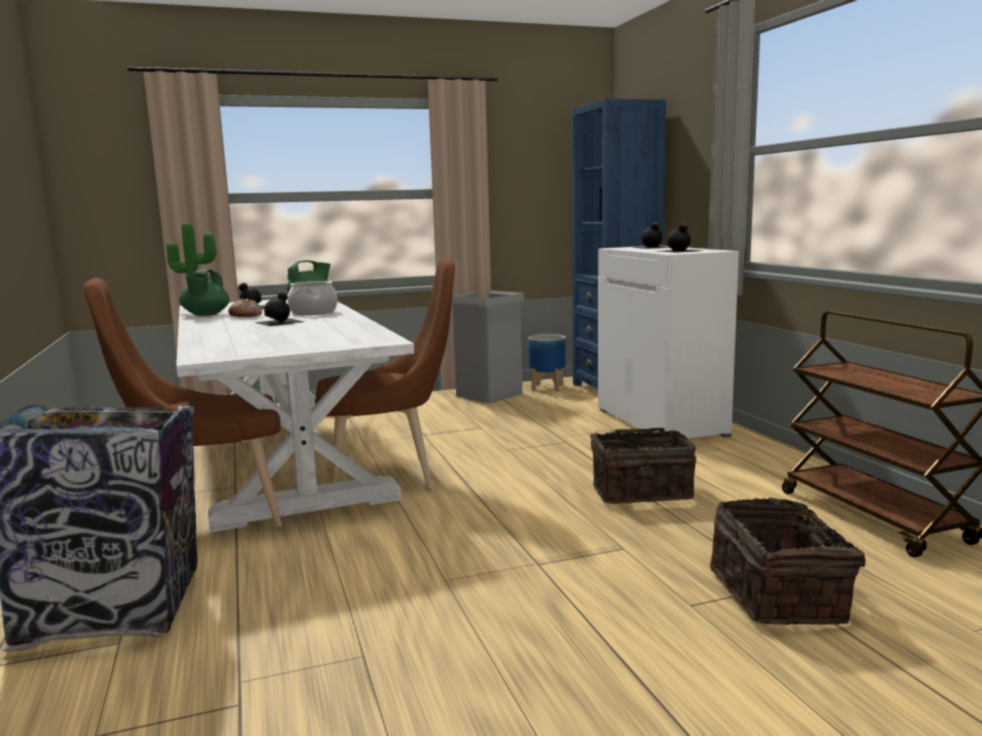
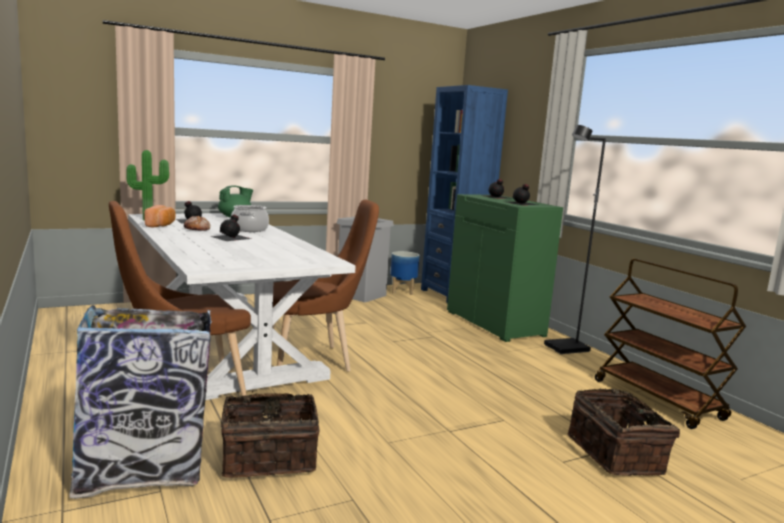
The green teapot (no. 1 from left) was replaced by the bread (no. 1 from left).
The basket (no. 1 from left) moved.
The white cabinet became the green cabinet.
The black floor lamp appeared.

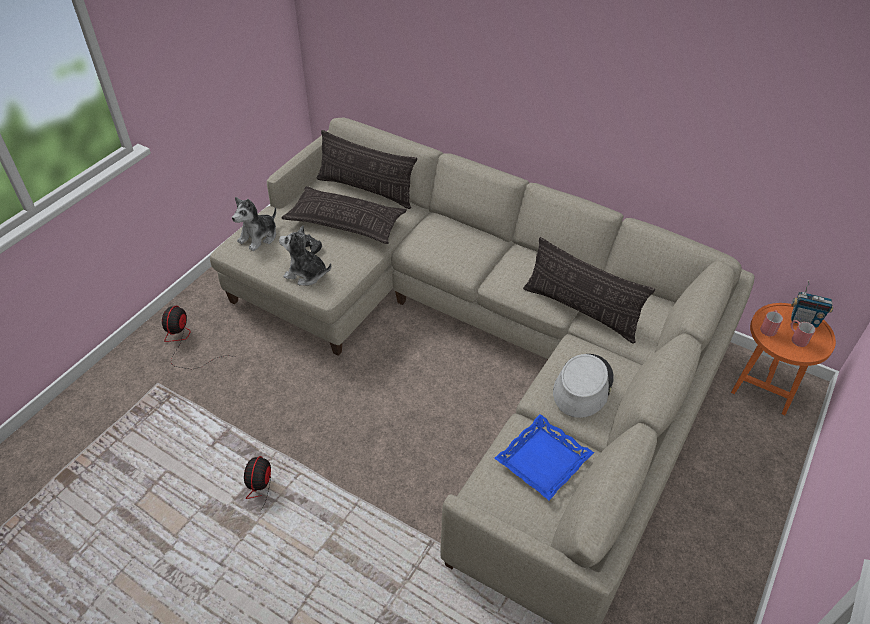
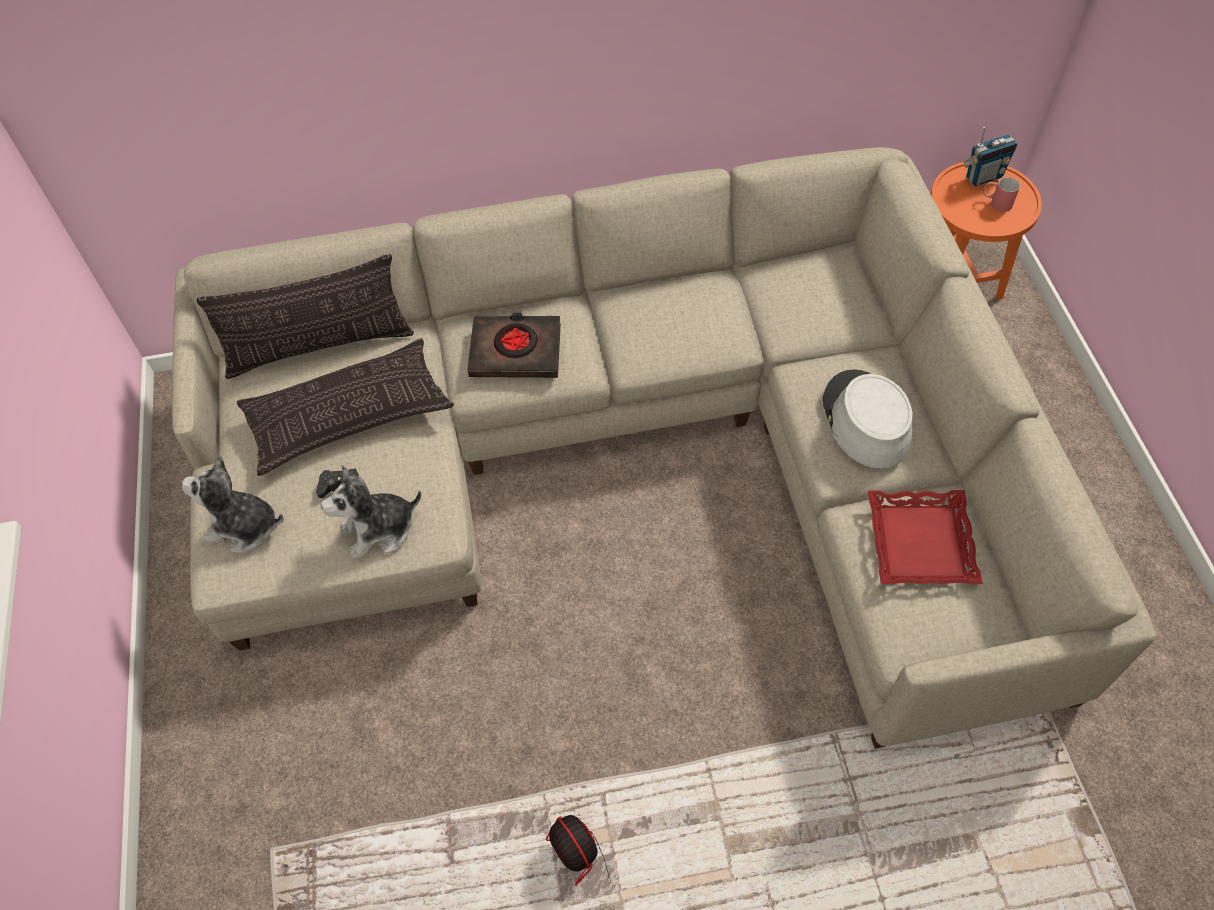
The fan (no. 1 from left) disappeared.
The plush toy (no. 1 from left) turned 105 degrees clockwise.
The blue tray became the red tray.
The pillow (no. 3 from left) disappeared.
The red mug (no. 1 from left) disappeared.
The black book appeared.

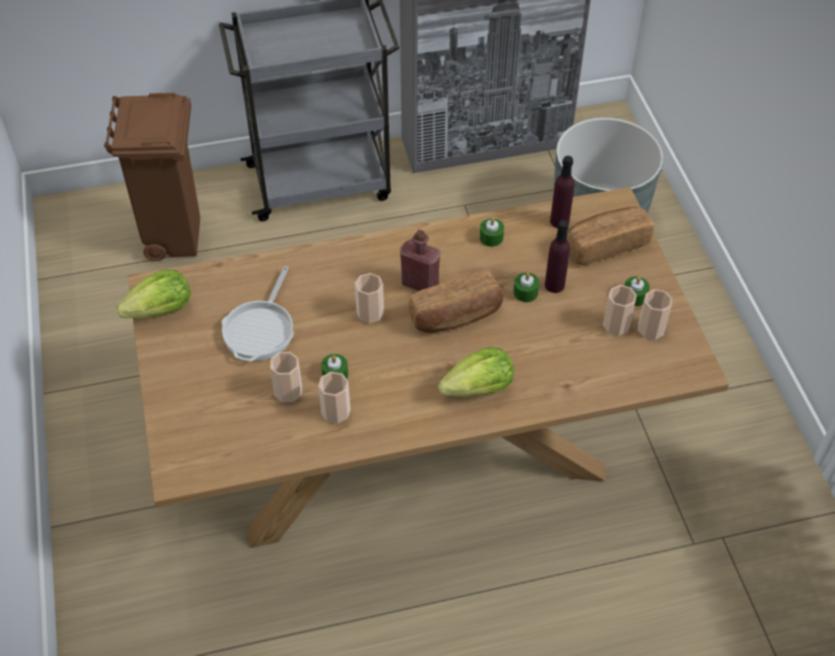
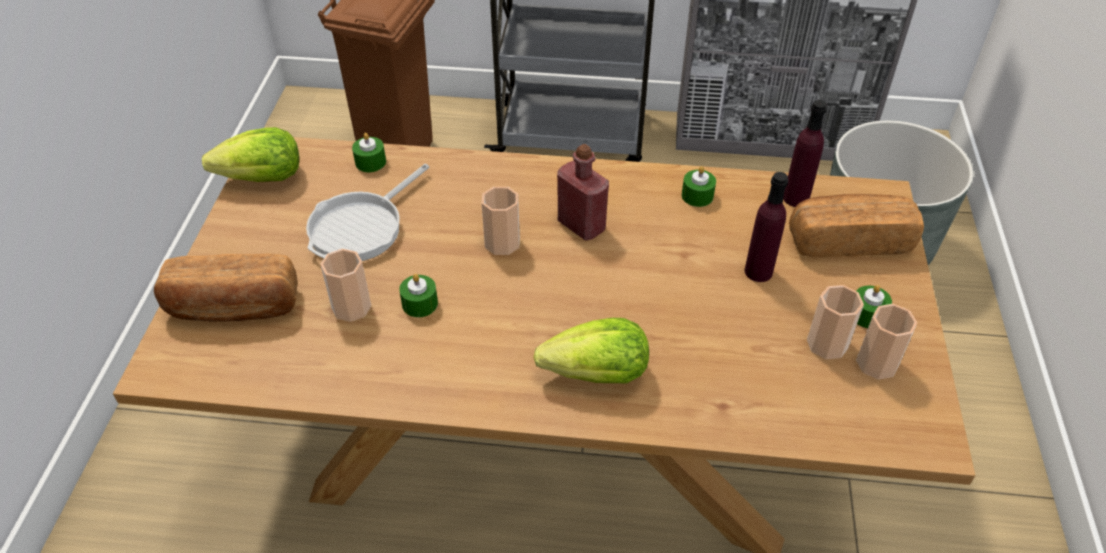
The cup (no. 2 from left) disappeared.
The bread (no. 1 from left) moved.
The green candle (no. 3 from left in the first image) moved.

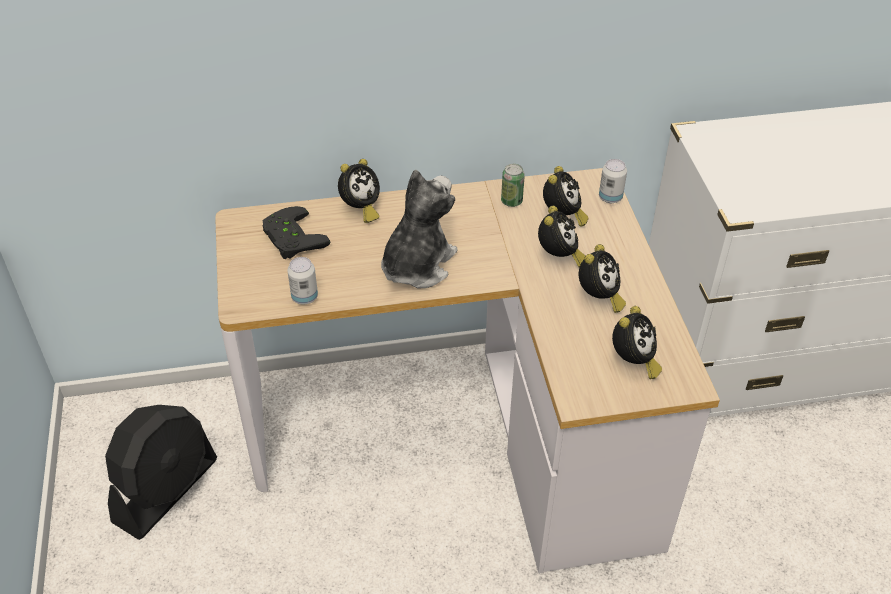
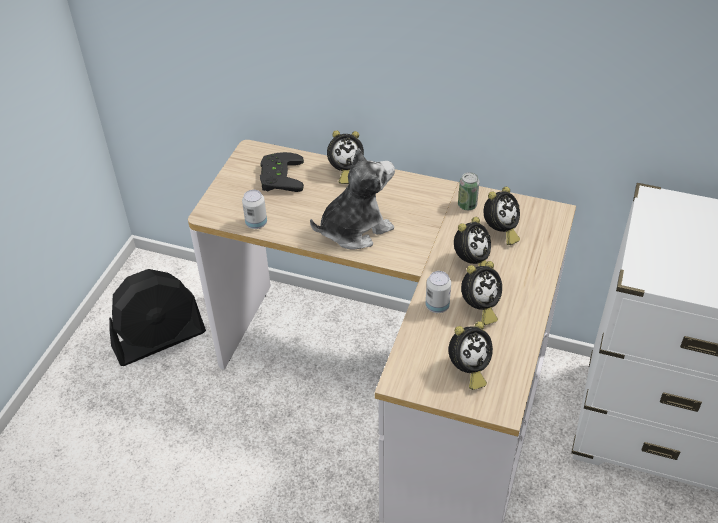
The can (no. 3 from left in the first image) moved.

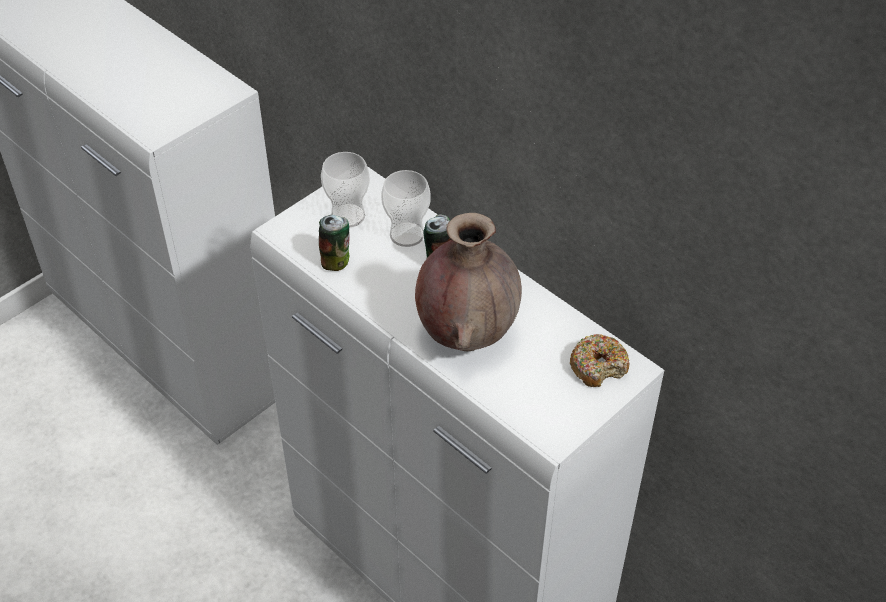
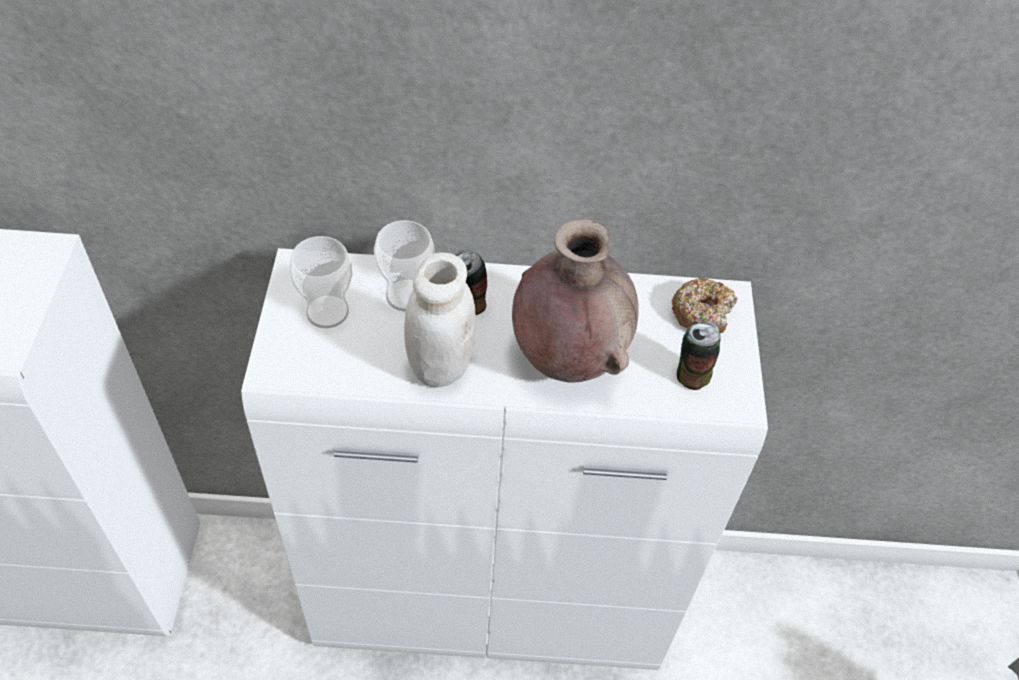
The can (no. 1 from left in the first image) moved.
The white jar appeared.

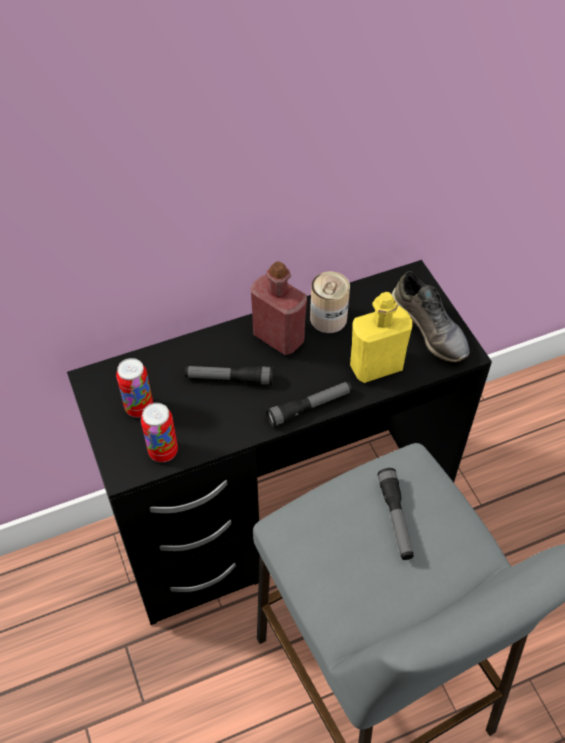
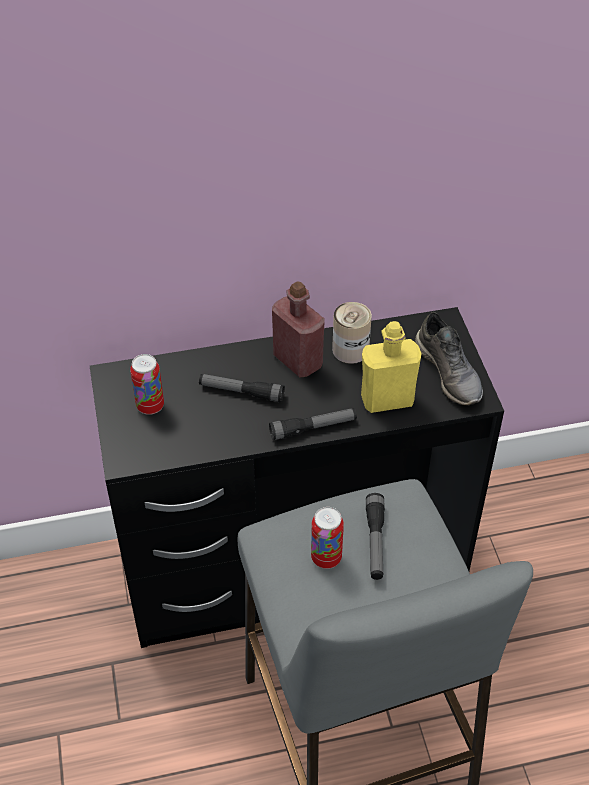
The can (no. 2 from left) moved.

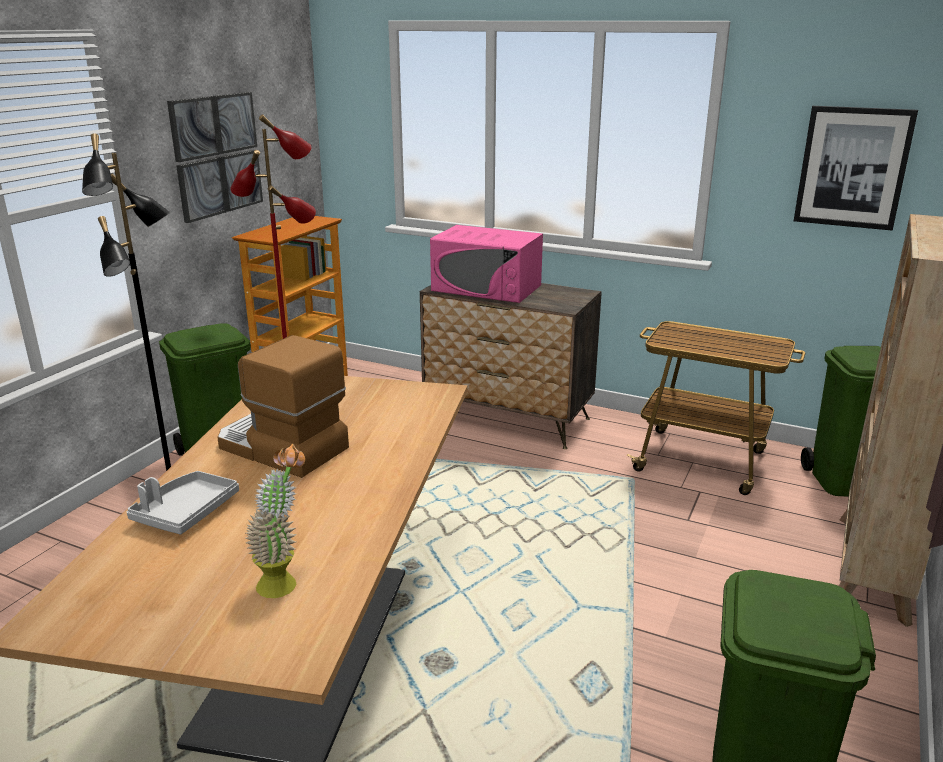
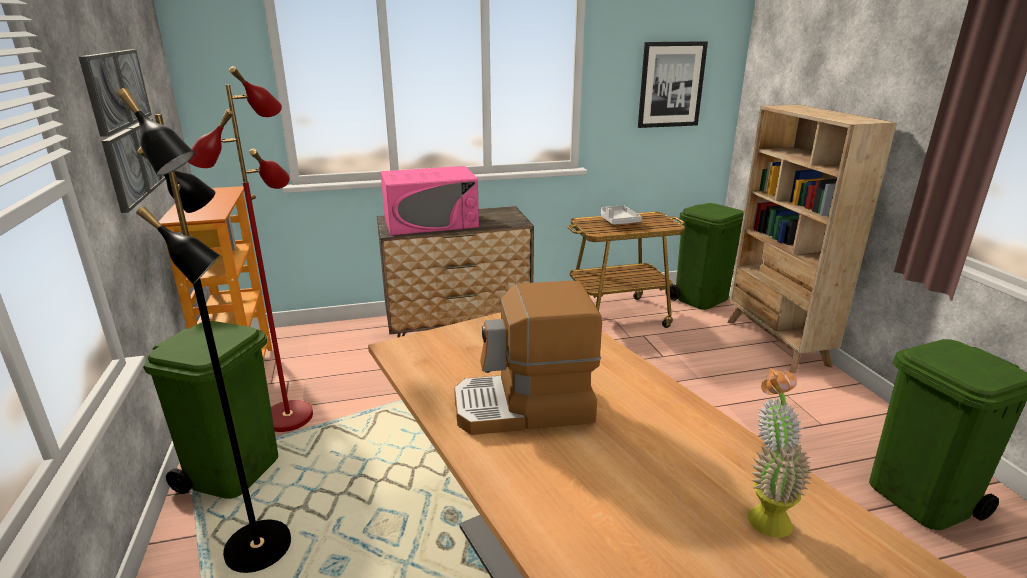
The grey tray moved.

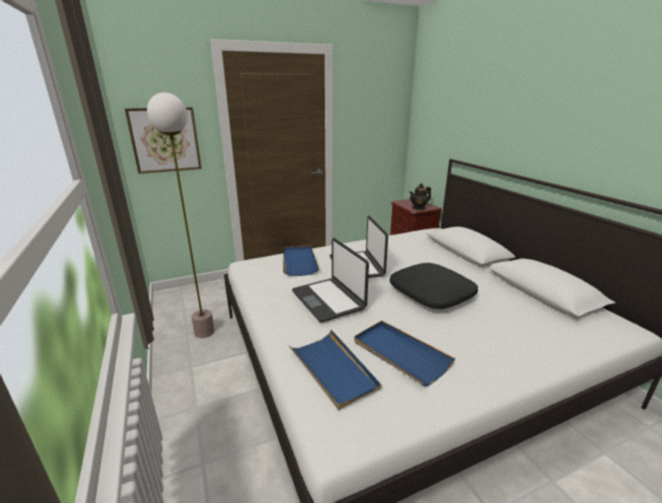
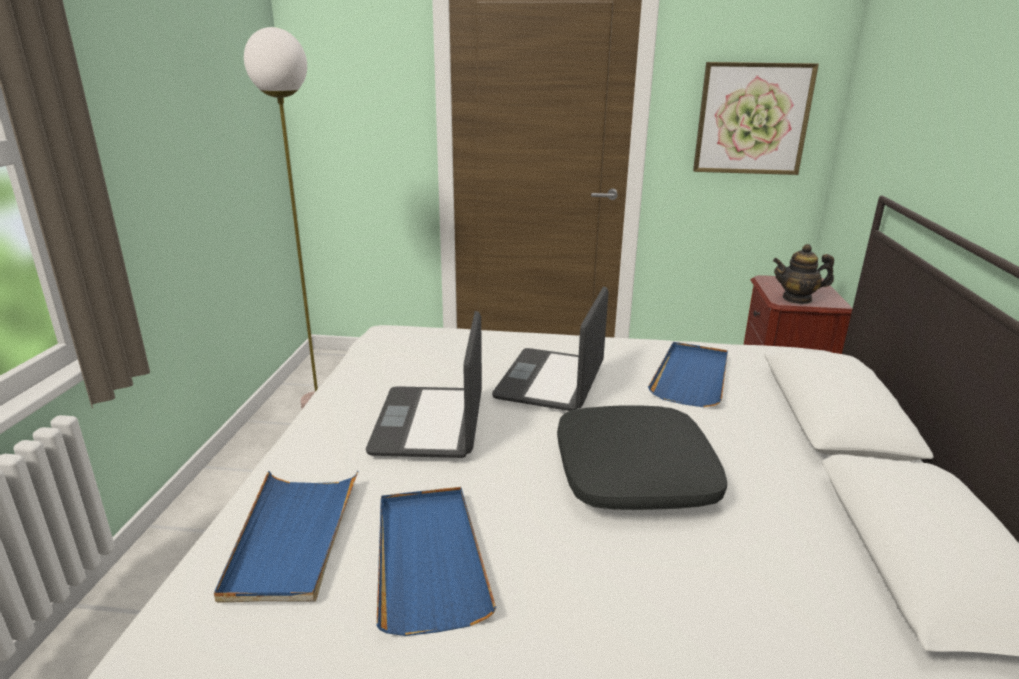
The picture moved.
The blue tray (no. 1 from left in the first image) moved.

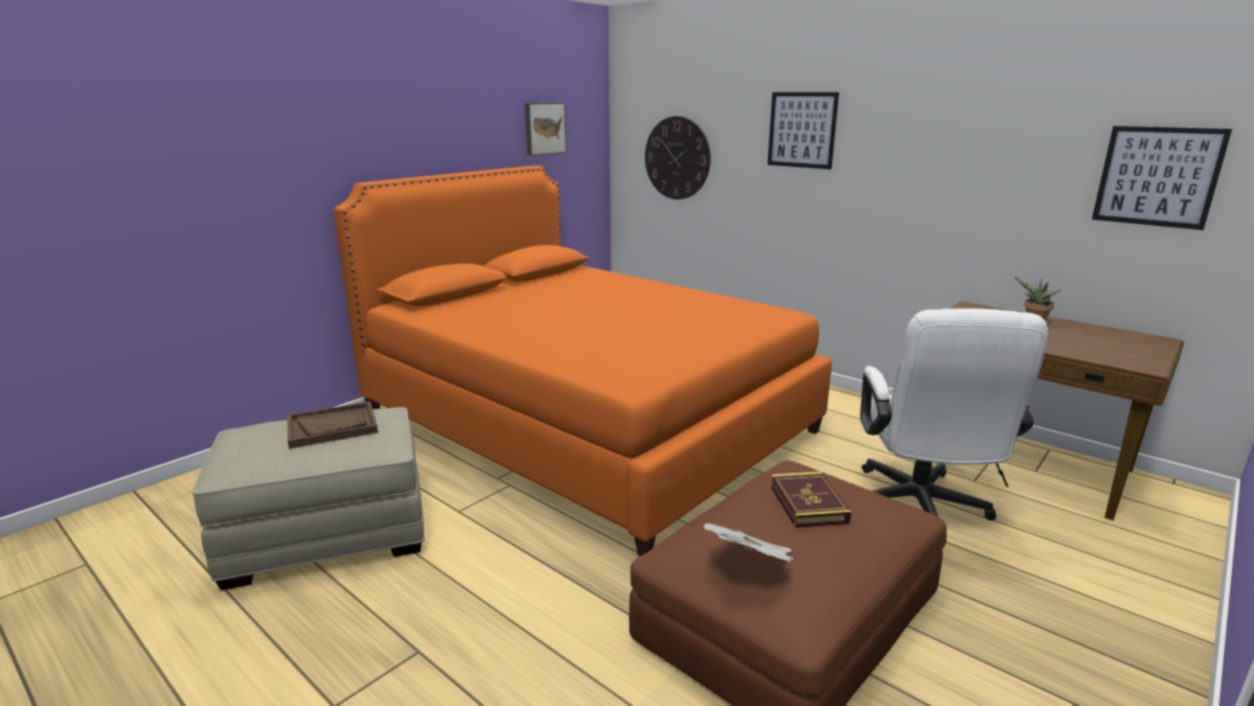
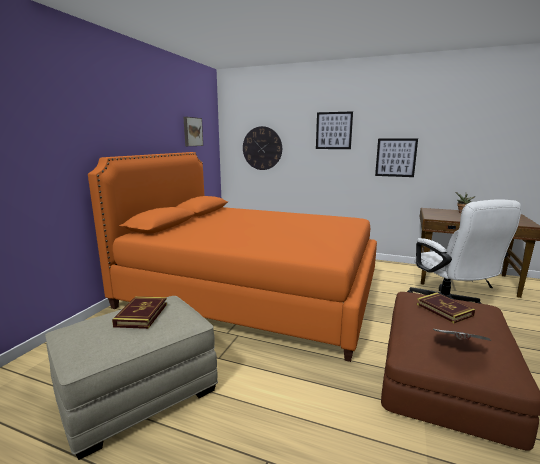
The brown tray was replaced by the book (no. 1 from left).
The picture (no. 3 from left) moved.

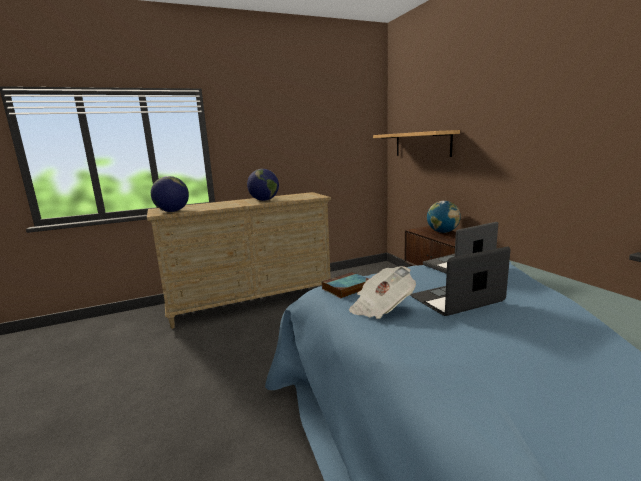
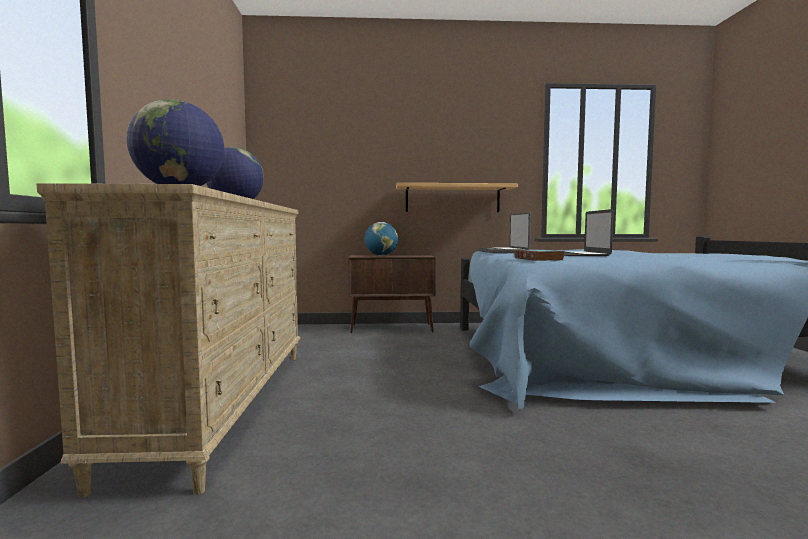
The newspaper disappeared.
The shelf moved.

